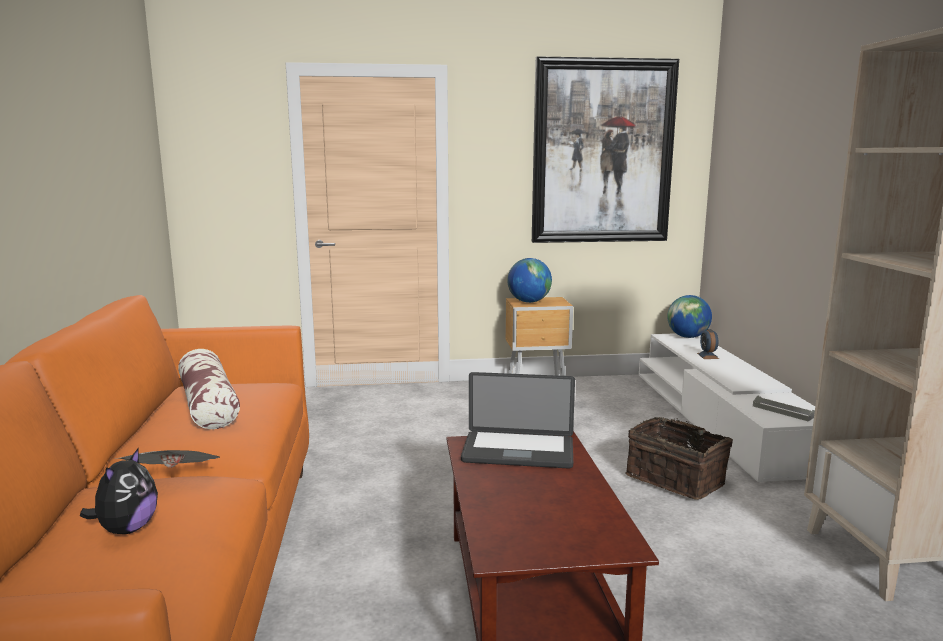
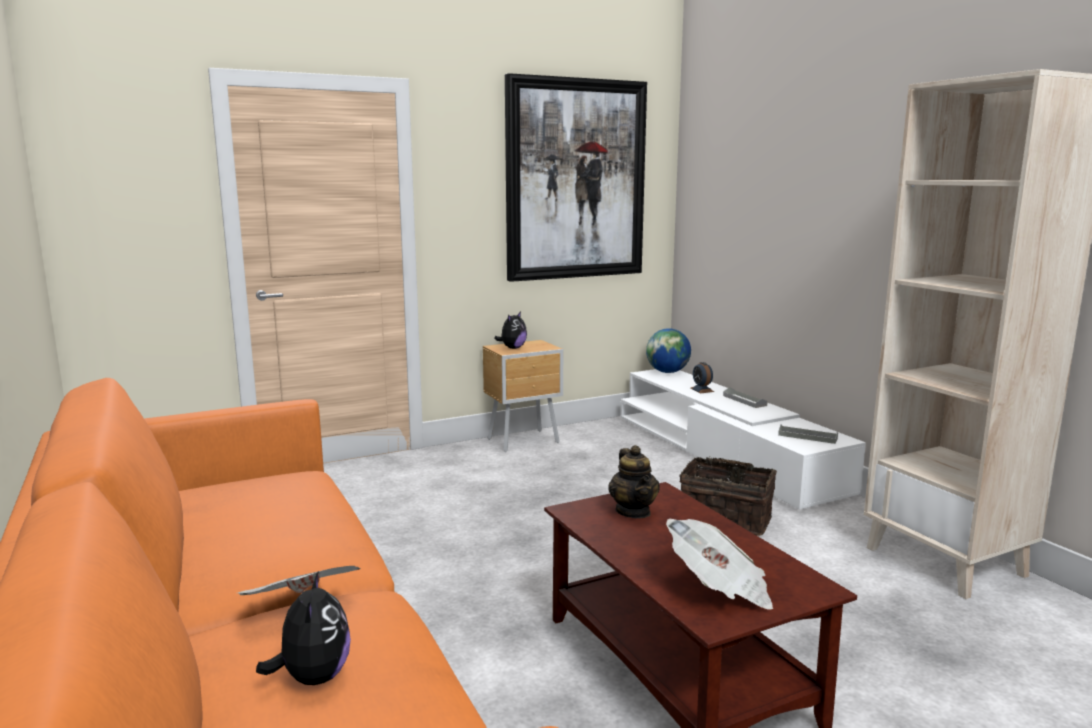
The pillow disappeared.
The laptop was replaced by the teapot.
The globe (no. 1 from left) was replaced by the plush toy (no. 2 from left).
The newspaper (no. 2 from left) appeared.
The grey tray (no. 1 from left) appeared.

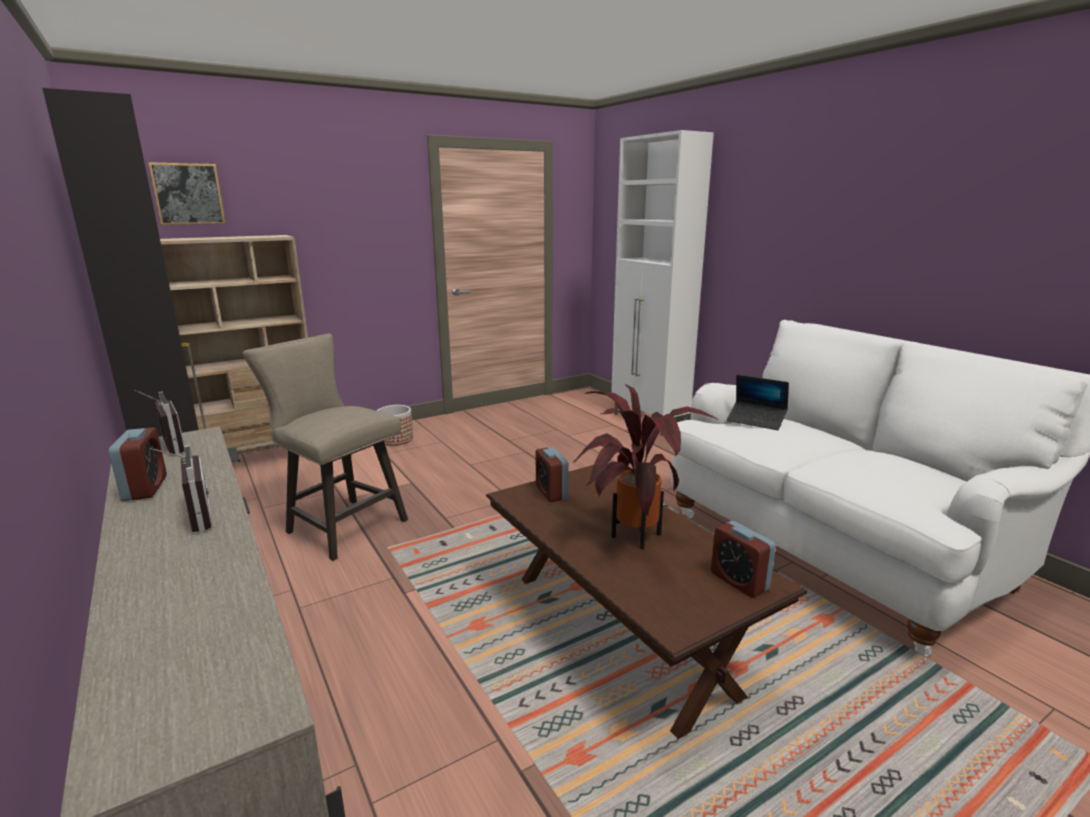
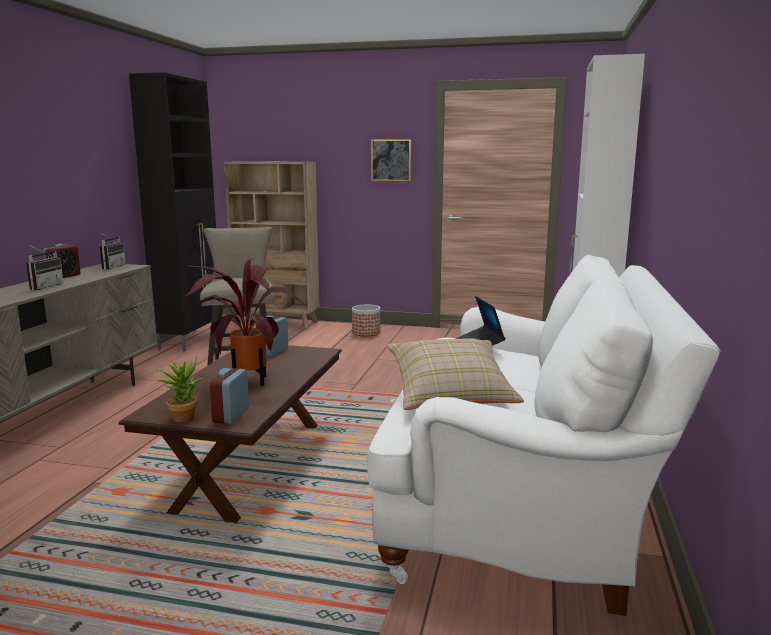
The picture moved.
The potted plant (no. 1 from left) appeared.
The beige pillow appeared.

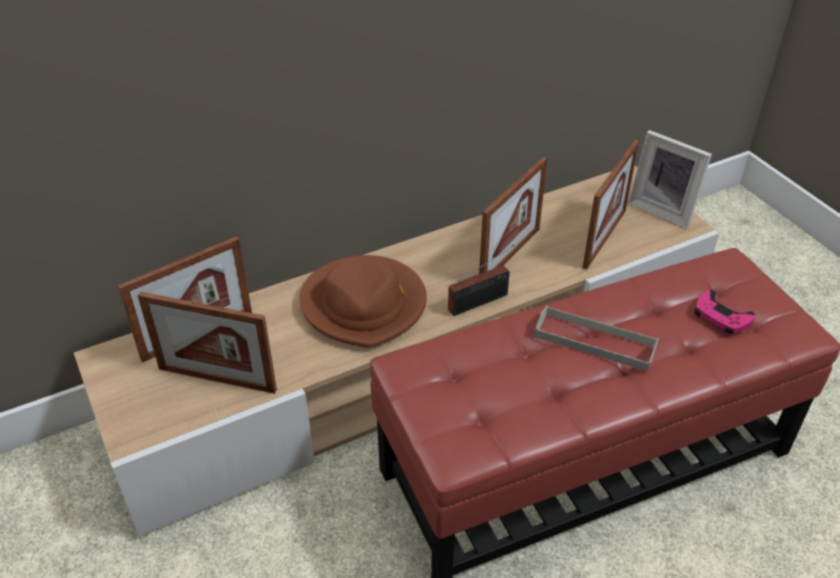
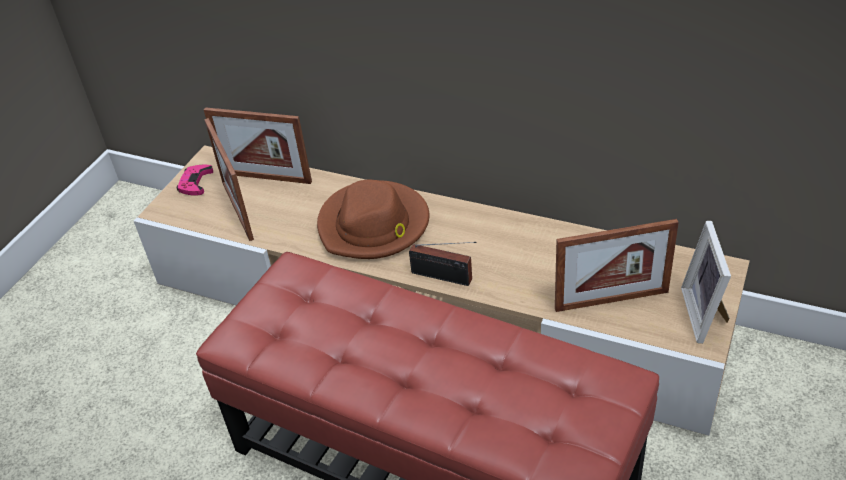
The picture frame (no. 3 from left) disappeared.
The grey tray disappeared.
The pink game controller moved.

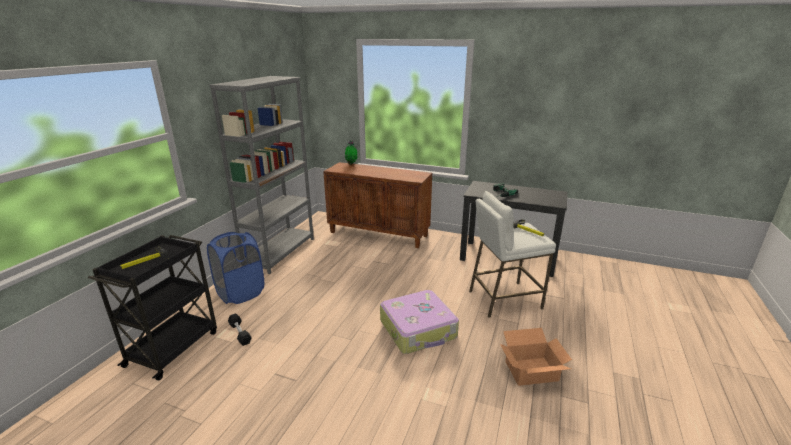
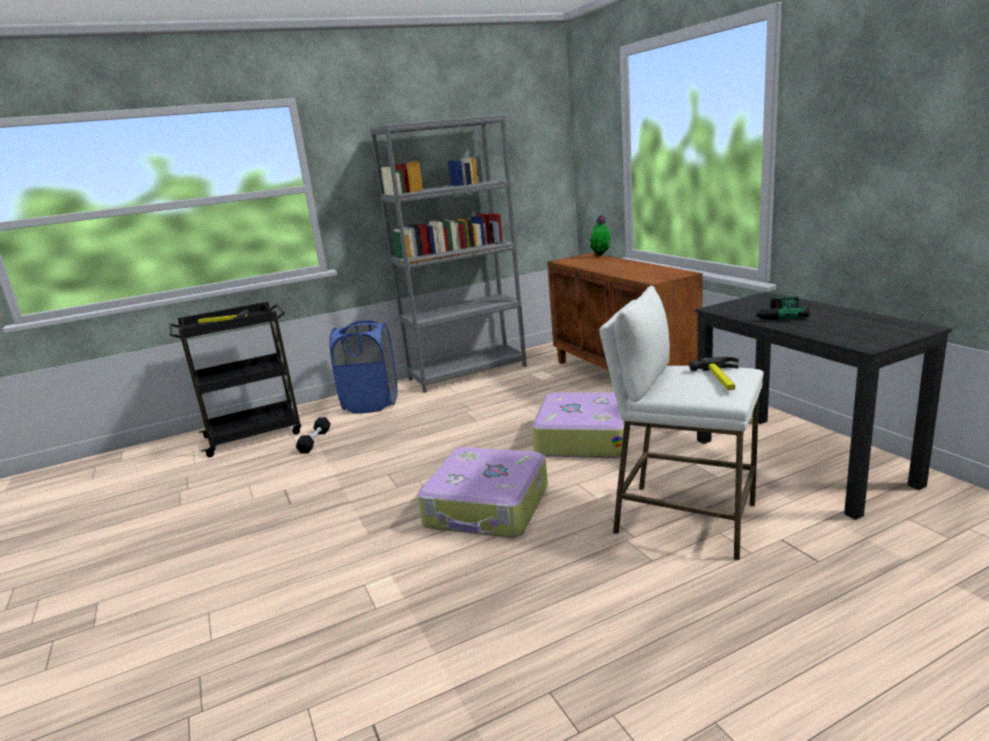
The cardboard box disappeared.
The suitcase (no. 2 from left) appeared.

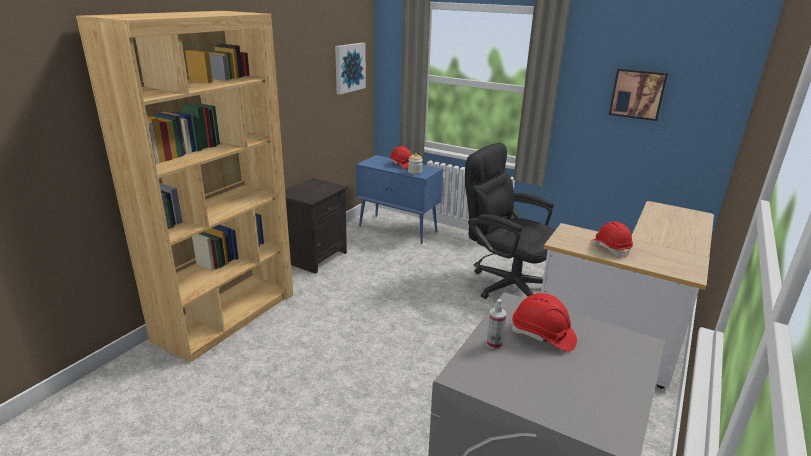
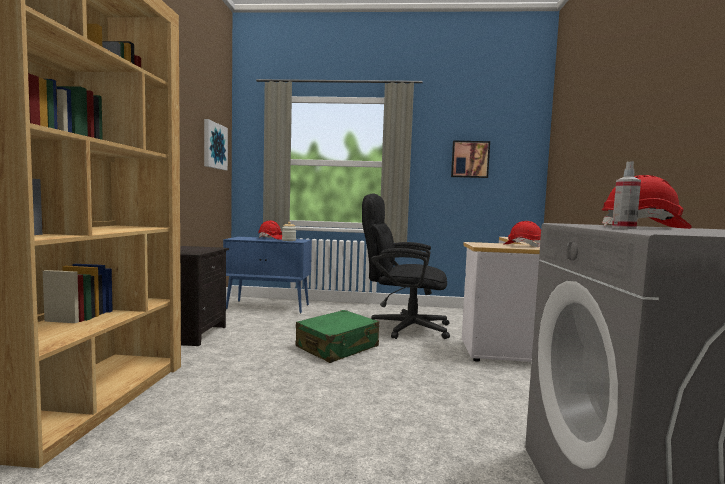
The green suitcase appeared.

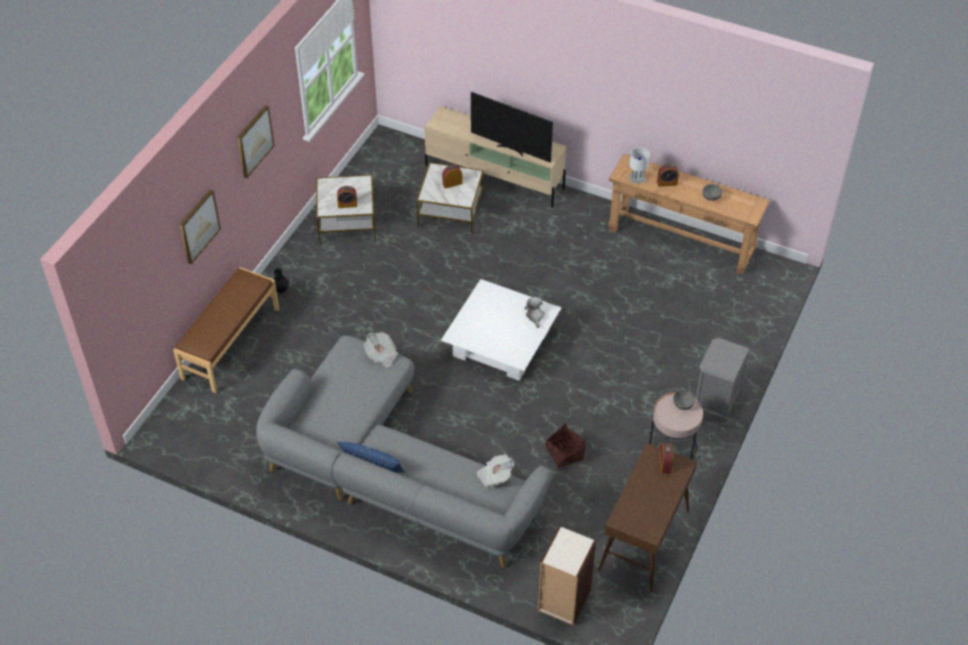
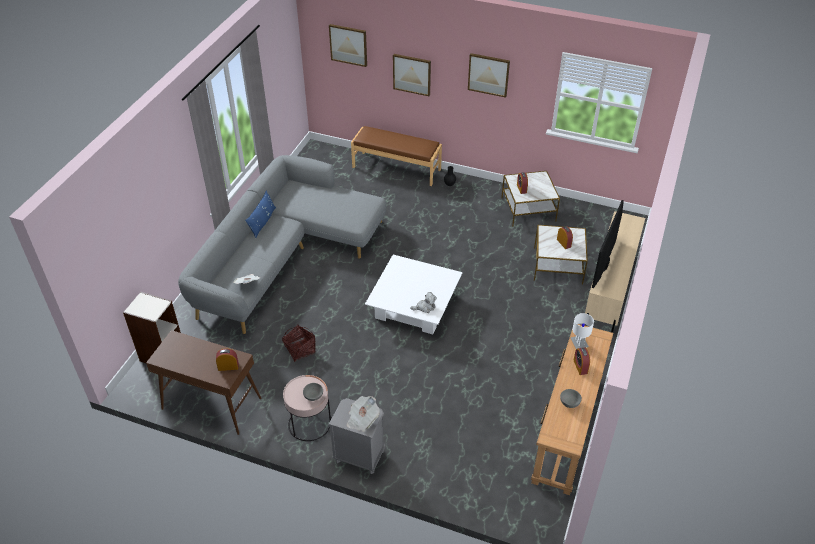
The newspaper (no. 1 from left in the first image) moved.
The picture (no. 1 from left) appeared.

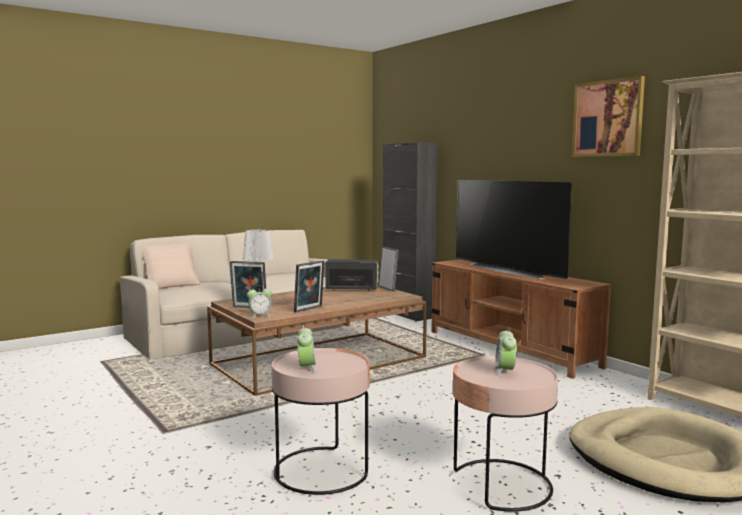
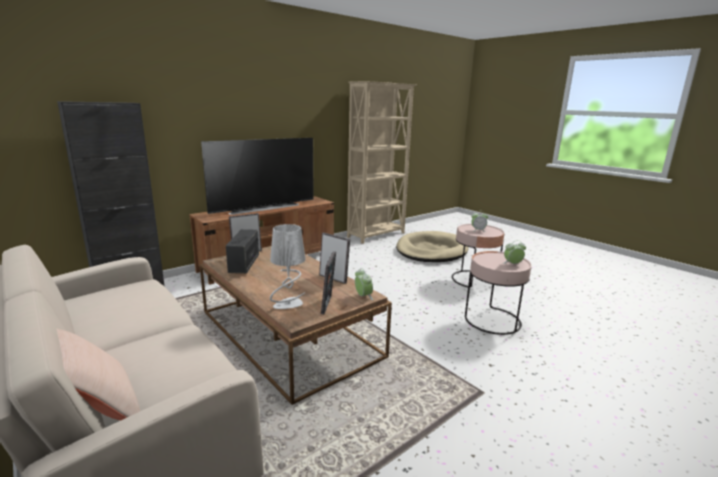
The picture disappeared.

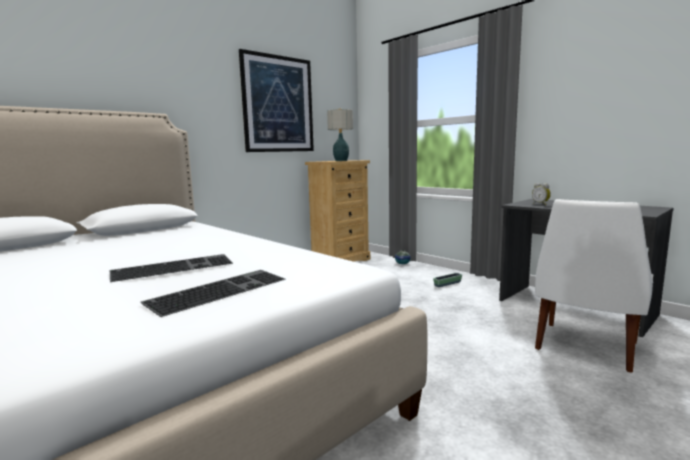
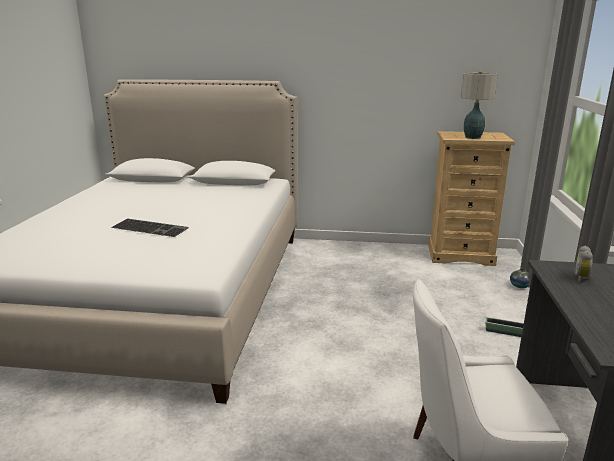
The keyboard (no. 2 from left) disappeared.
The picture disappeared.

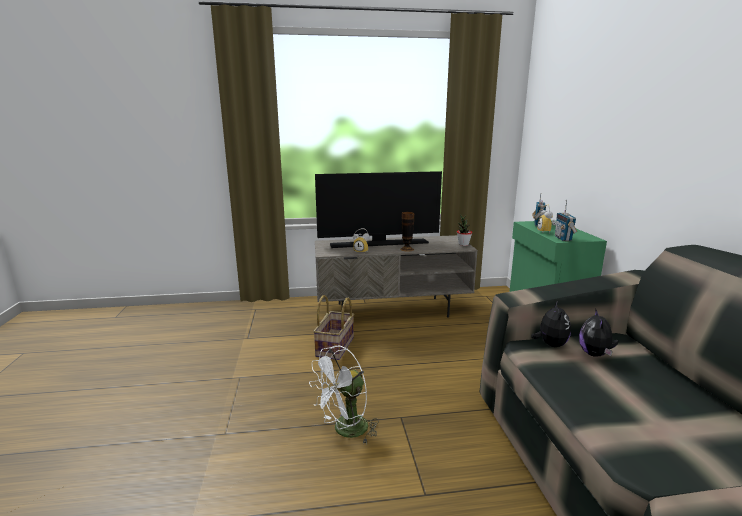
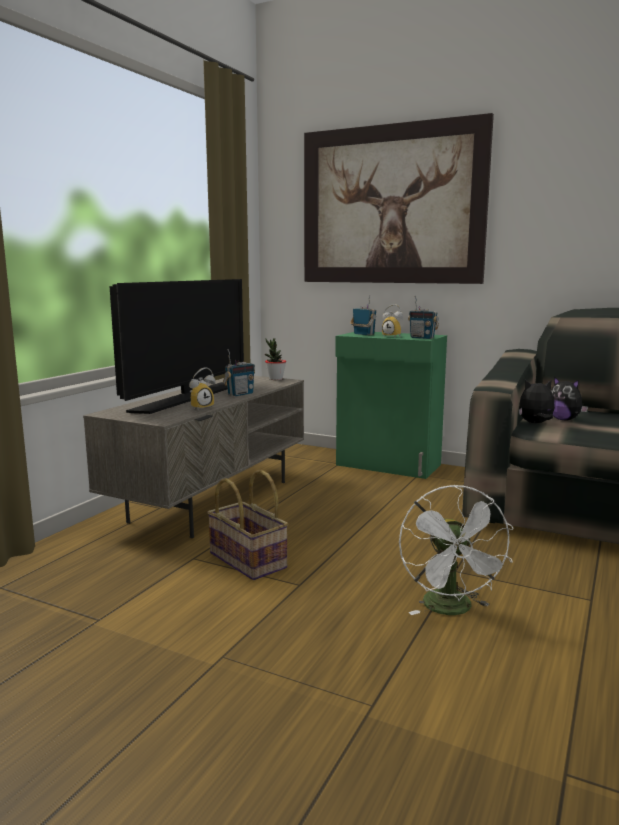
The vase was replaced by the radio (no. 1 from left).
The plush toy (no. 1 from left) turned 45 degrees counterclockwise.
The picture appeared.

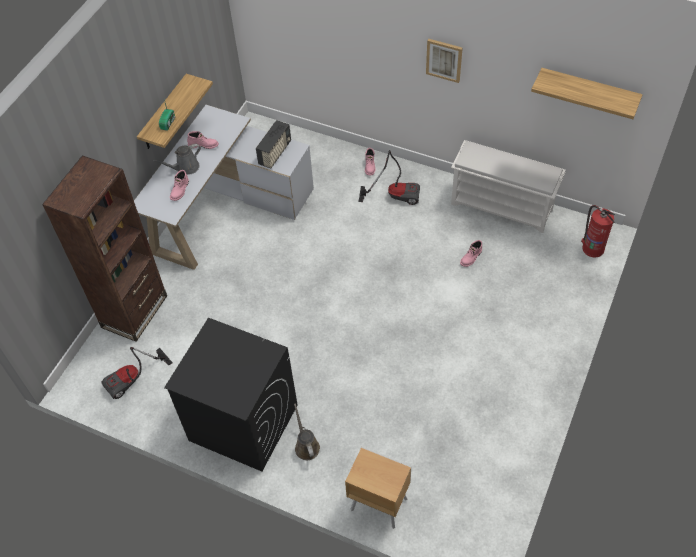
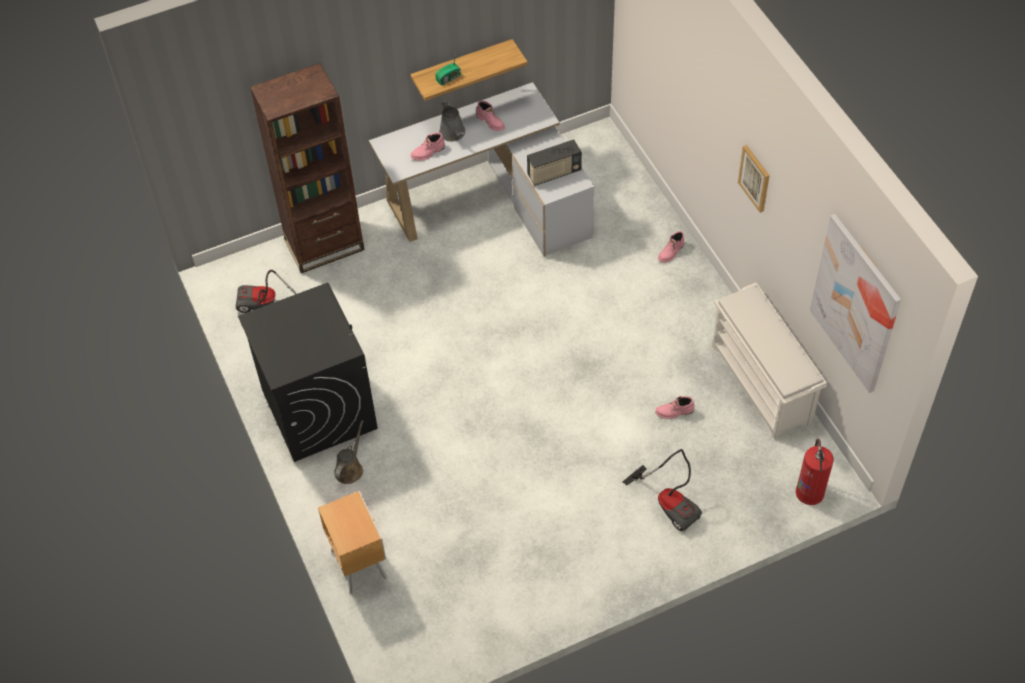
The grey watering can turned 120 degrees counterclockwise.
The vacuum cleaner (no. 2 from left) moved.
The shelf (no. 2 from left) was replaced by the picture (no. 2 from left).

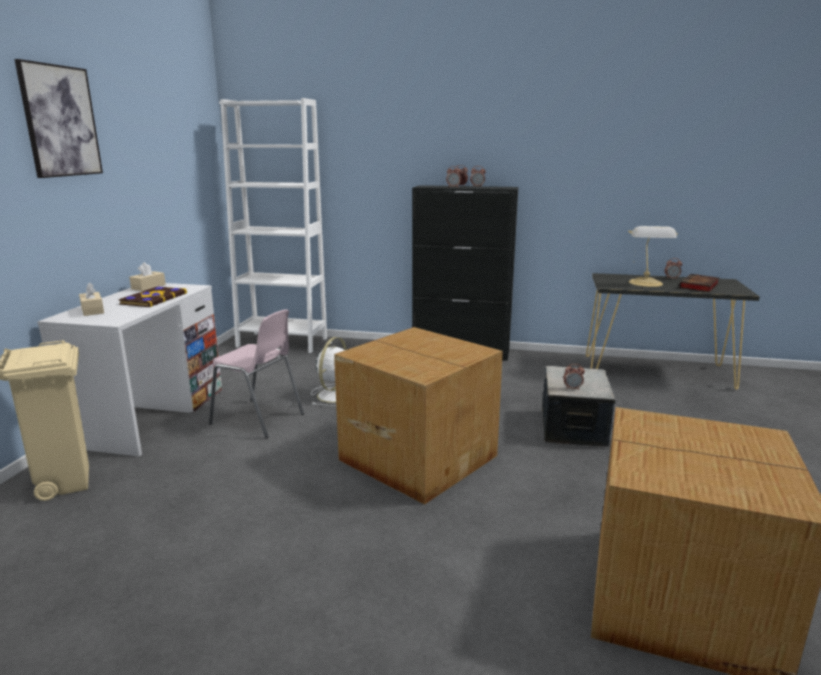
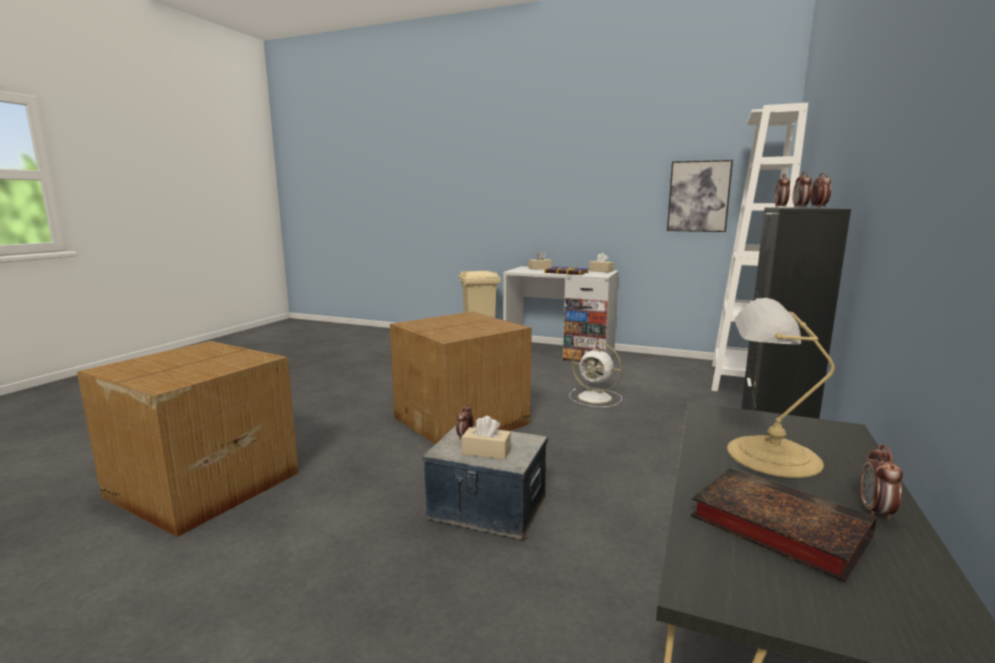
The picture moved.
The pink chair disappeared.
The beige tissue box (no. 1 from left) appeared.

